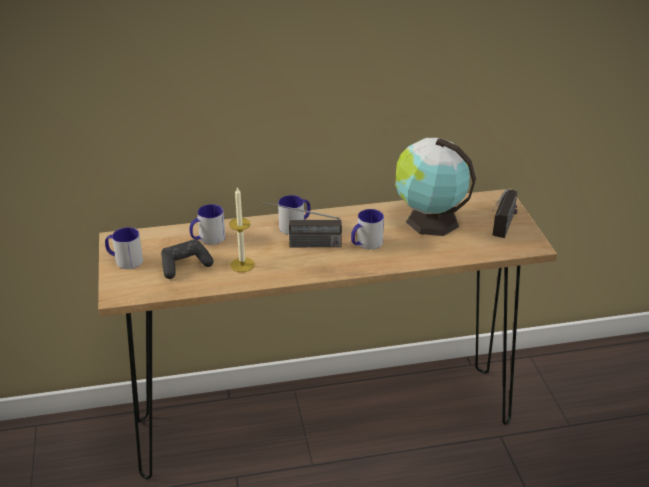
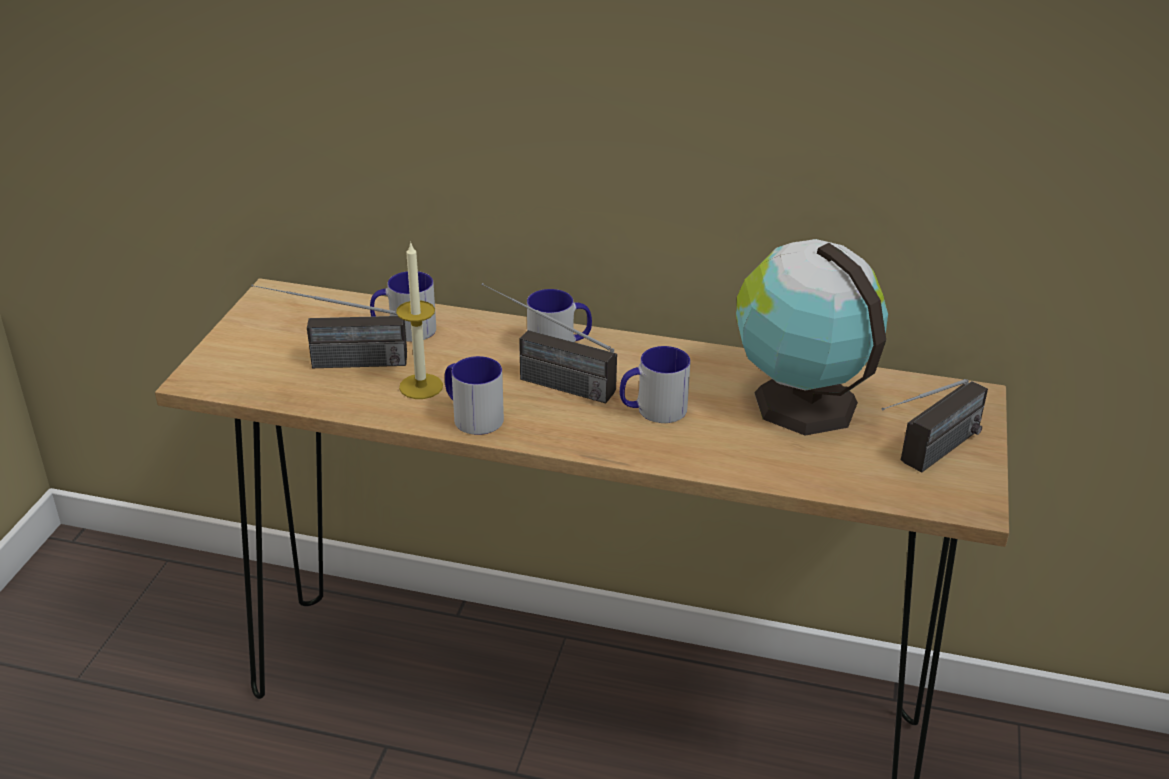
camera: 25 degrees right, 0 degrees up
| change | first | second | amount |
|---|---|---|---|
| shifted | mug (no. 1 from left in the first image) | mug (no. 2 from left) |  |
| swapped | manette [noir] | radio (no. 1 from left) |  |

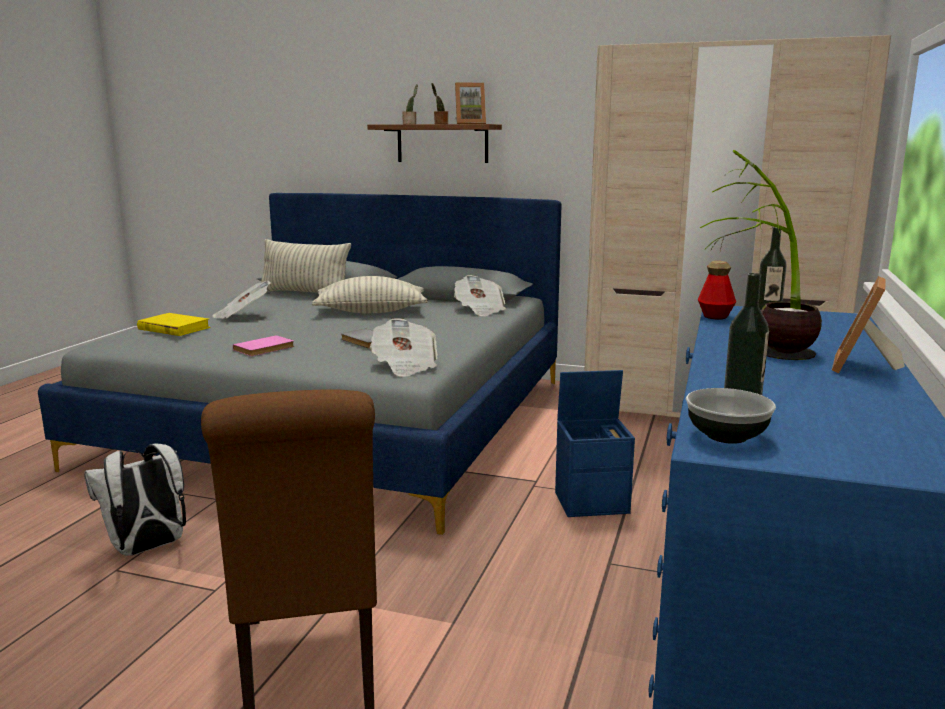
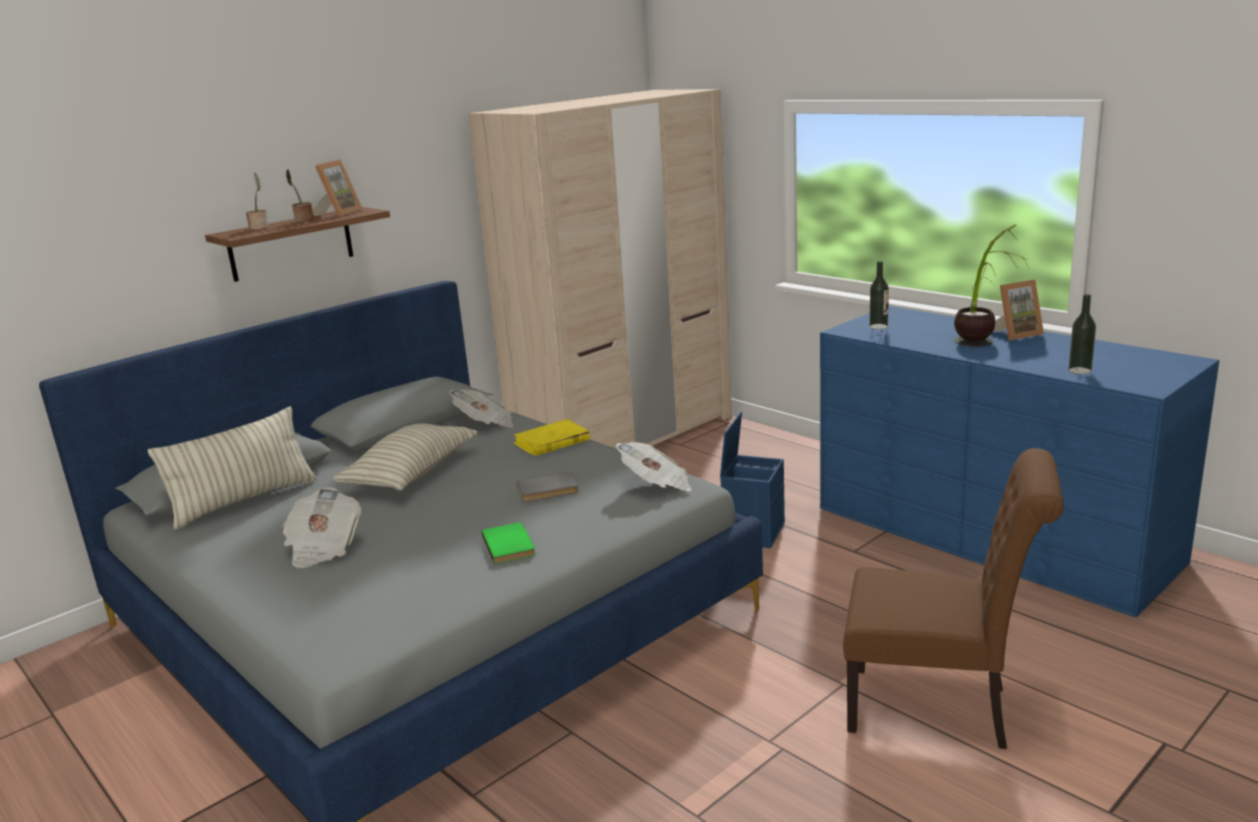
camera: 60 degrees left, 5 degrees up
| change | first | second | amount |
|---|---|---|---|
| gone | bouteille (no. 1 from left) |  |  |
| rotated | cadre photo (no. 2 from left) |  | 75 degrees counterclockwise |
| shifted | livre [jaune] |  |  |
| repainted | livre [rose] | livre [vert] |  |
| gone | bol |  |  |
| gone | sac à dos [blanc] |  |  |

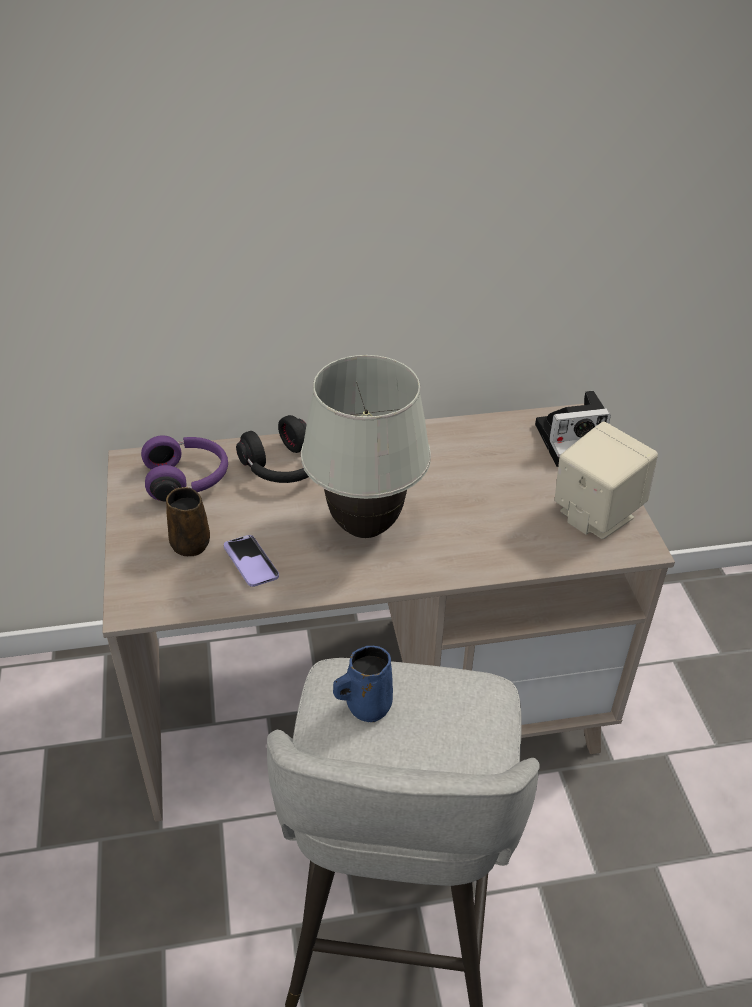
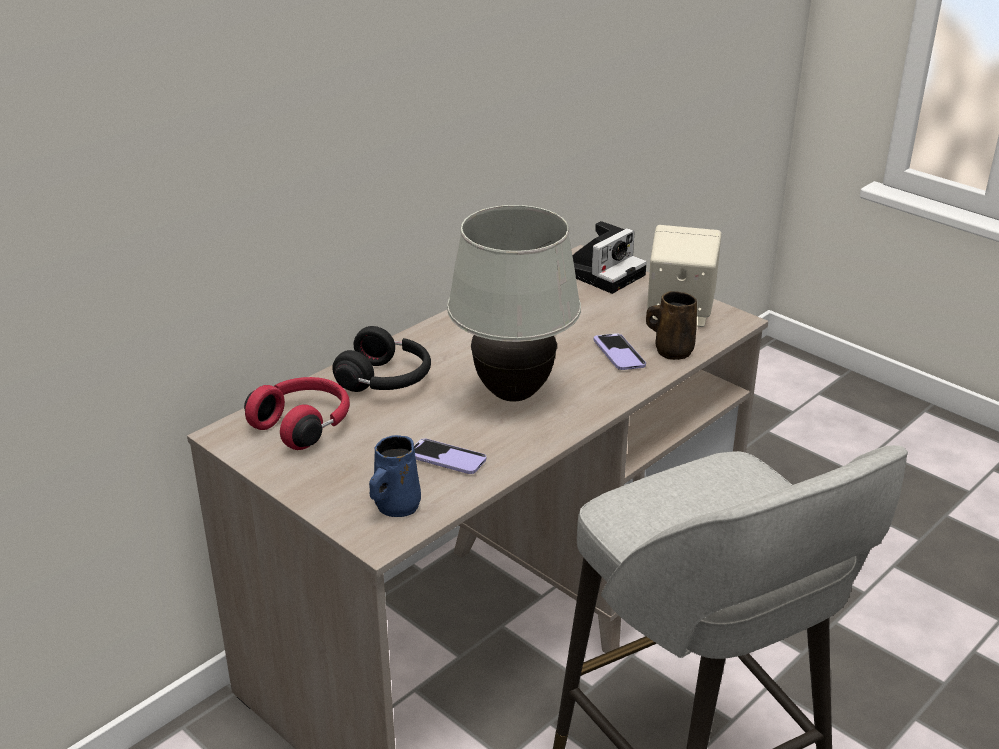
camera: 35 degrees left, 10 degrees down
| change | first | second | amount |
|---|---|---|---|
| repainted | casque audio [violet] | casque audio [rouge] |  |
| shifted | mug [marron] |  |  |
| shifted | mug [bleu] |  |  |
| new |  | téléphone (no. 2 from left) |  |

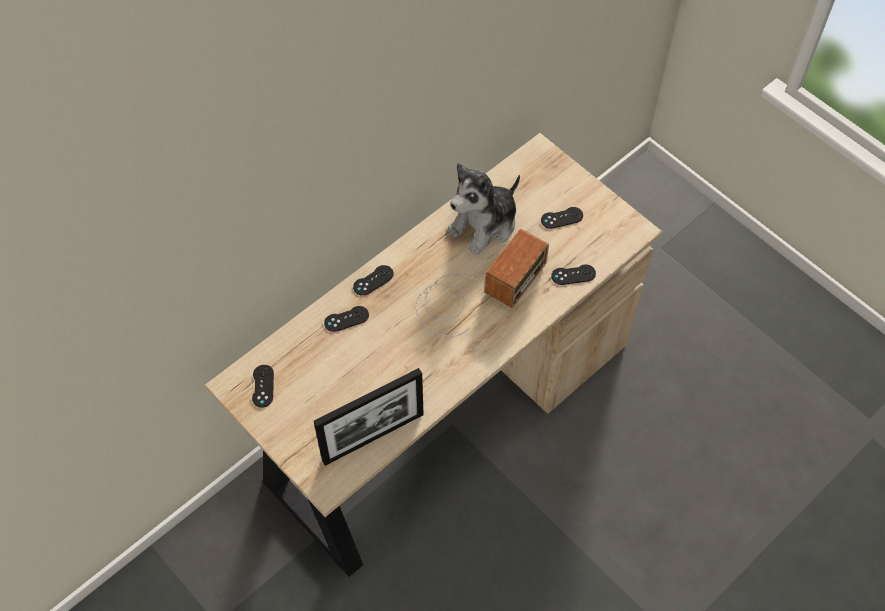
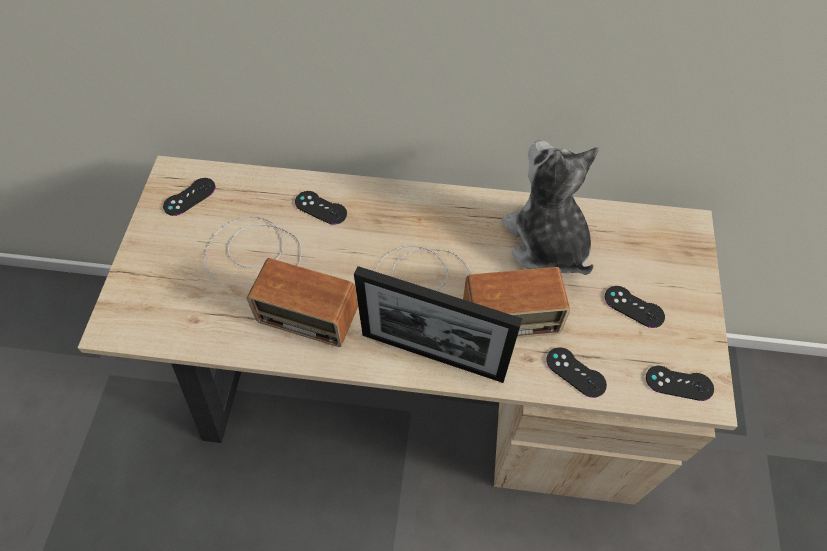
camera: 50 degrees right, 0 degrees up
| change | first | second | amount |
|---|---|---|---|
| rotated | peluche |  | 60 degrees clockwise |
| shifted | manette [noir] (no. 3 from left in the first image) | manette [noir] (no. 5 from left) |  |
| shifted | cadre photo |  |  |
| new |  | radio (no. 1 from left) |  |

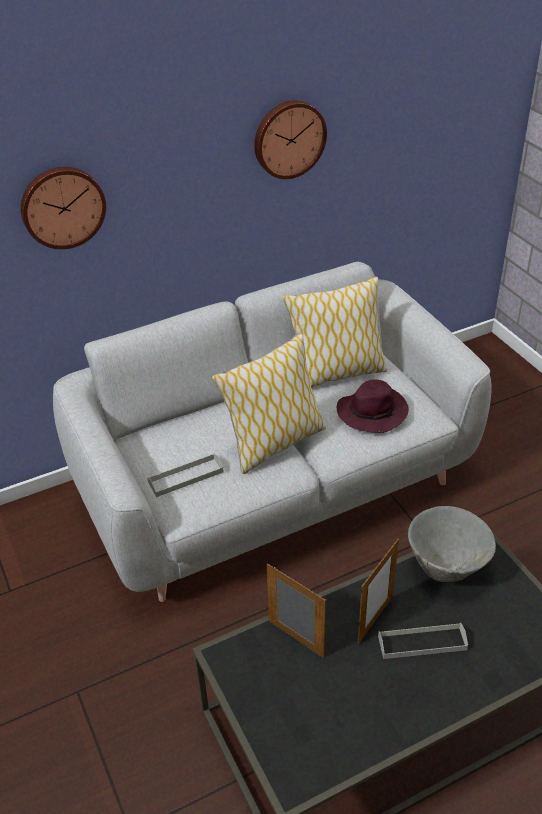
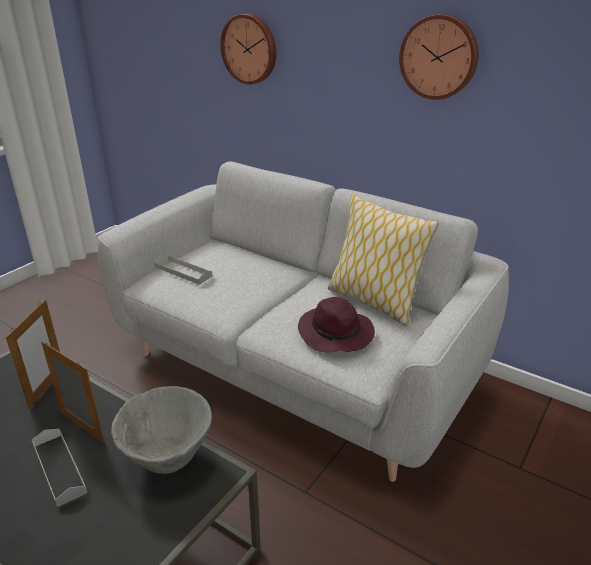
camera: 60 degrees right, 10 degrees down
| change | first | second | amount |
|---|---|---|---|
| gone | coussin (no. 1 from left) |  |  |
| rotated | cadre photo (no. 2 from left) |  | 150 degrees counterclockwise |

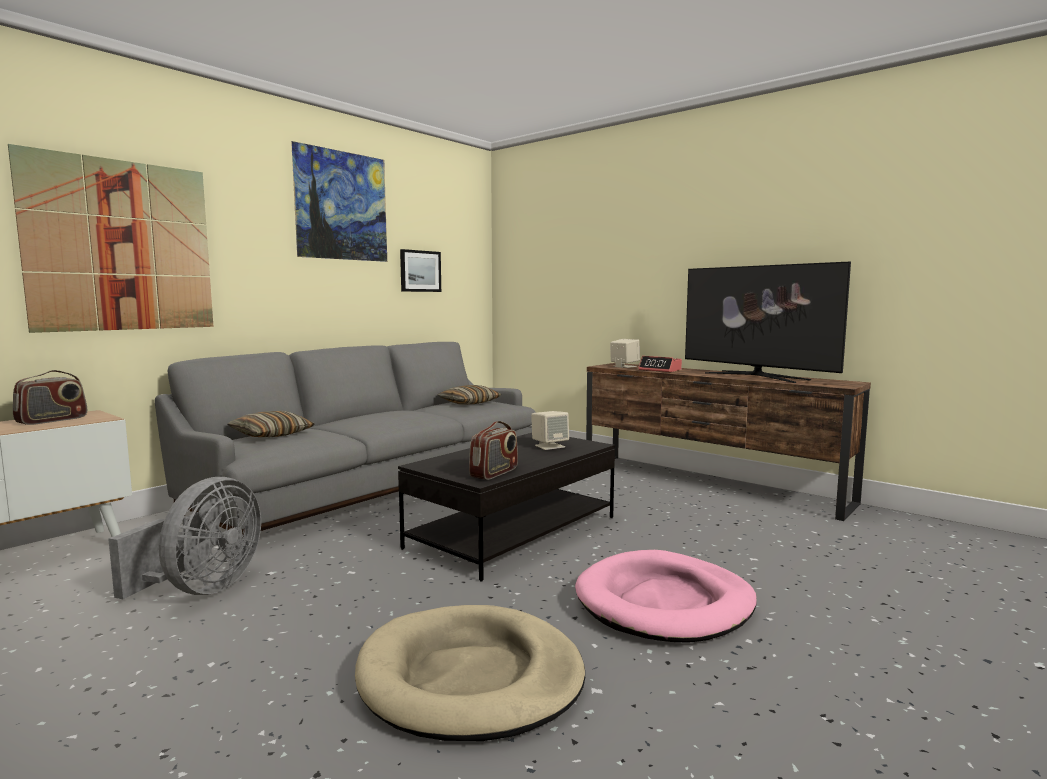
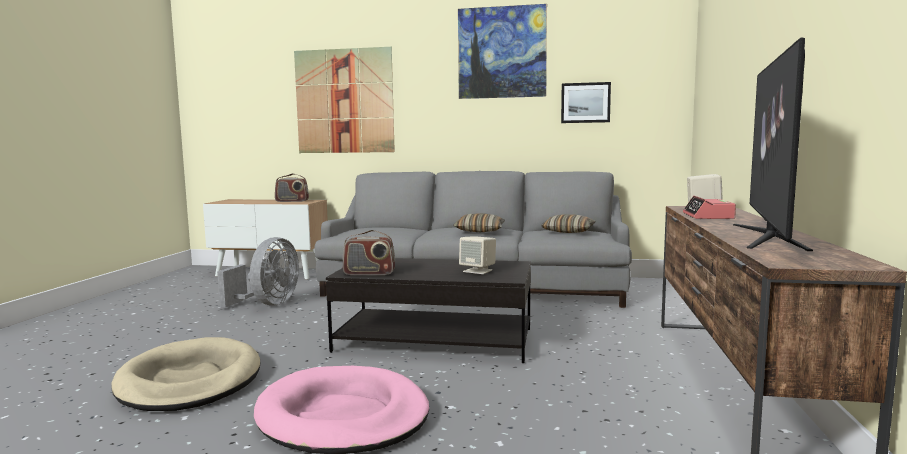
camera: 60 degrees right, 0 degrees up
| change | first | second | amount |
|---|---|---|---|
| shifted | coussin (no. 1 from left) |  |  |
| rotated | ventilateur [gris] |  | 60 degrees counterclockwise |

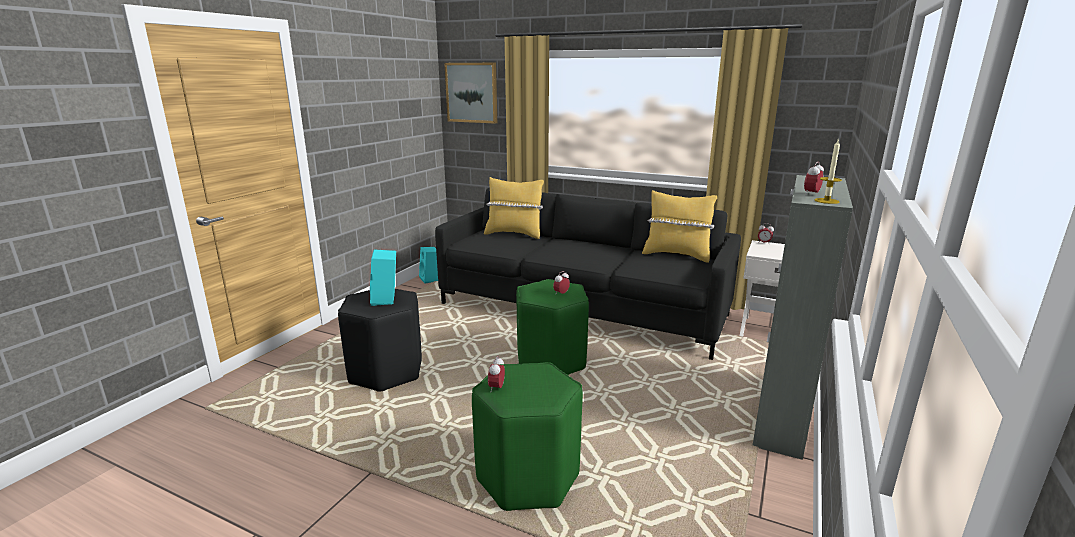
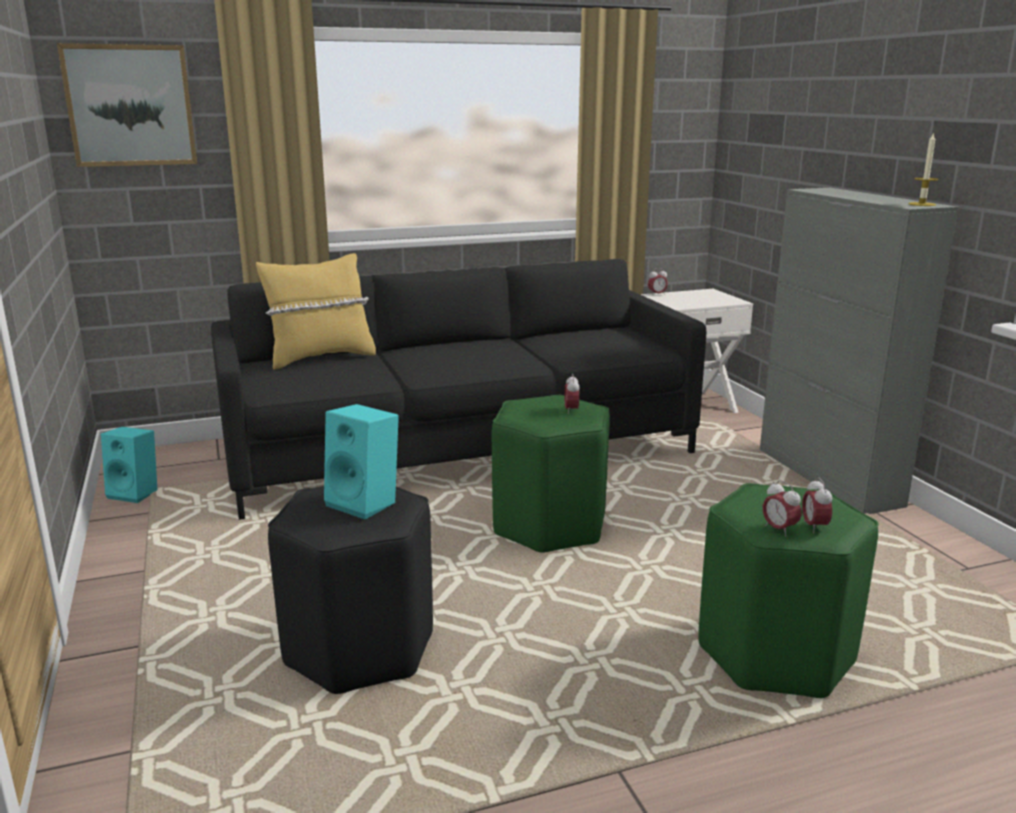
camera: 45 degrees left, 0 degrees up
| change | first | second | amount |
|---|---|---|---|
| shifted | réveil (no. 4 from left) |  |  |
| gone | coussin [jaune] (no. 2 from left) |  |  |

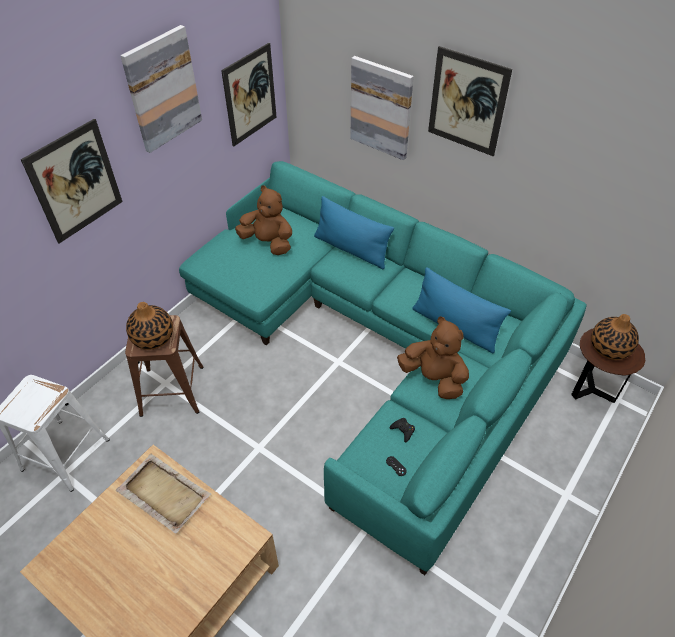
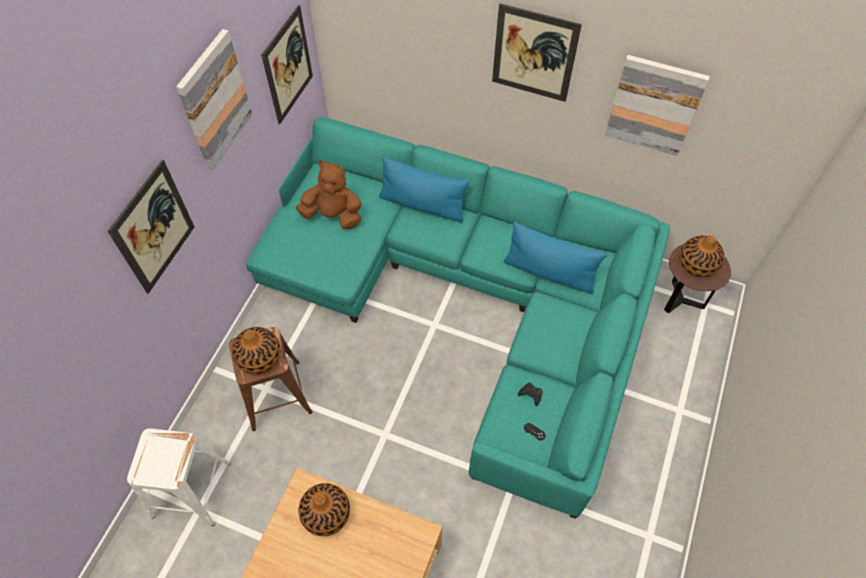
camera: 15 degrees left, 10 degrees up
| change | first | second | amount |
|---|---|---|---|
| shifted | tableau (no. 4 from left in the first image) | tableau (no. 5 from left) |  |
| gone | peluche [marron] (no. 2 from left) |  |  |
| swapped | plateau [beige] | vase (no. 2 from left) |  |

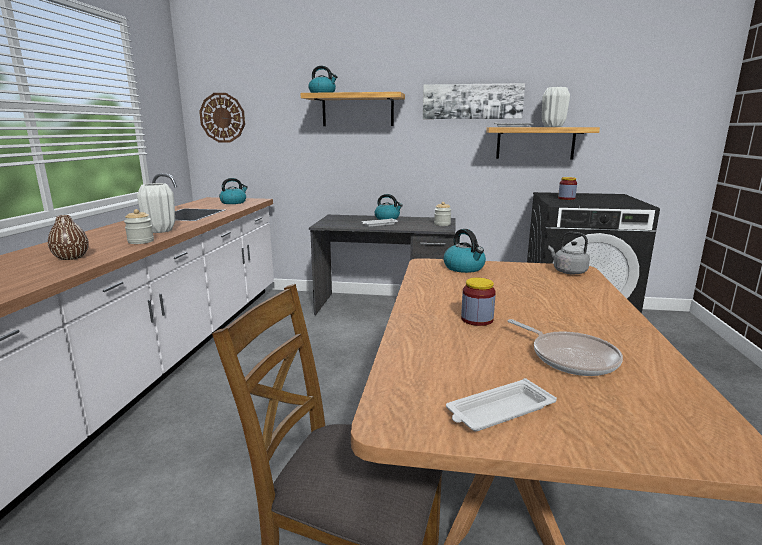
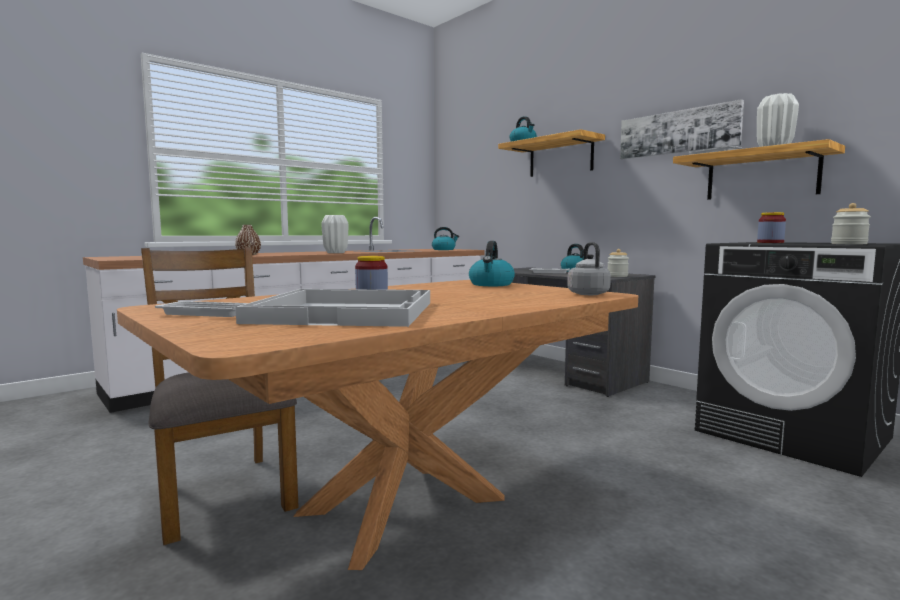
camera: 40 degrees right, 10 degrees down
| change | first | second | amount |
|---|---|---|---|
| gone | horloge murale |  |  |
| shifted | bocal (no. 1 from left in the first image) | bocal (no. 4 from left) |  |
| swapped | poêle | plateau [blanc] (no. 2 from left) |  |

